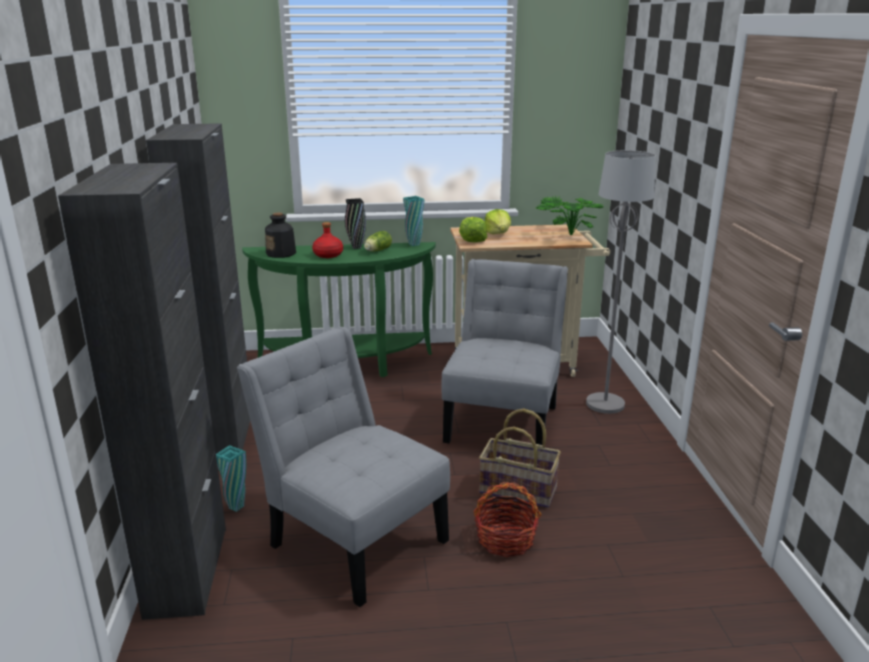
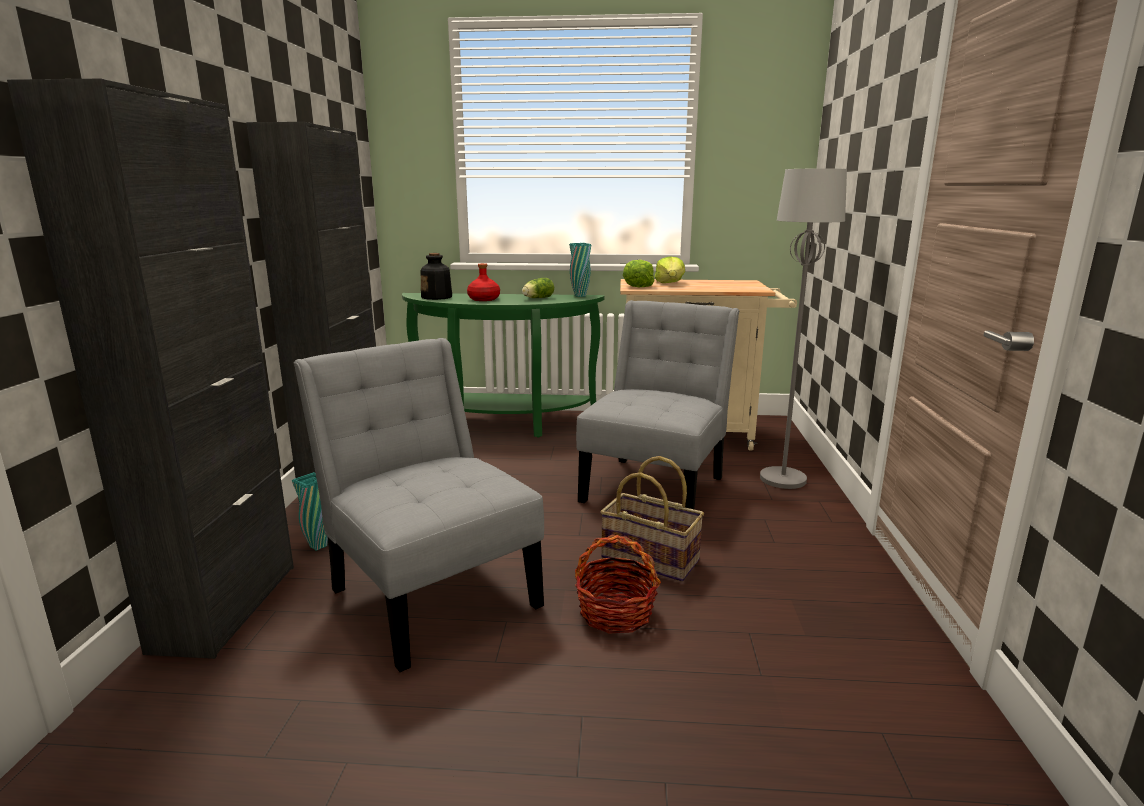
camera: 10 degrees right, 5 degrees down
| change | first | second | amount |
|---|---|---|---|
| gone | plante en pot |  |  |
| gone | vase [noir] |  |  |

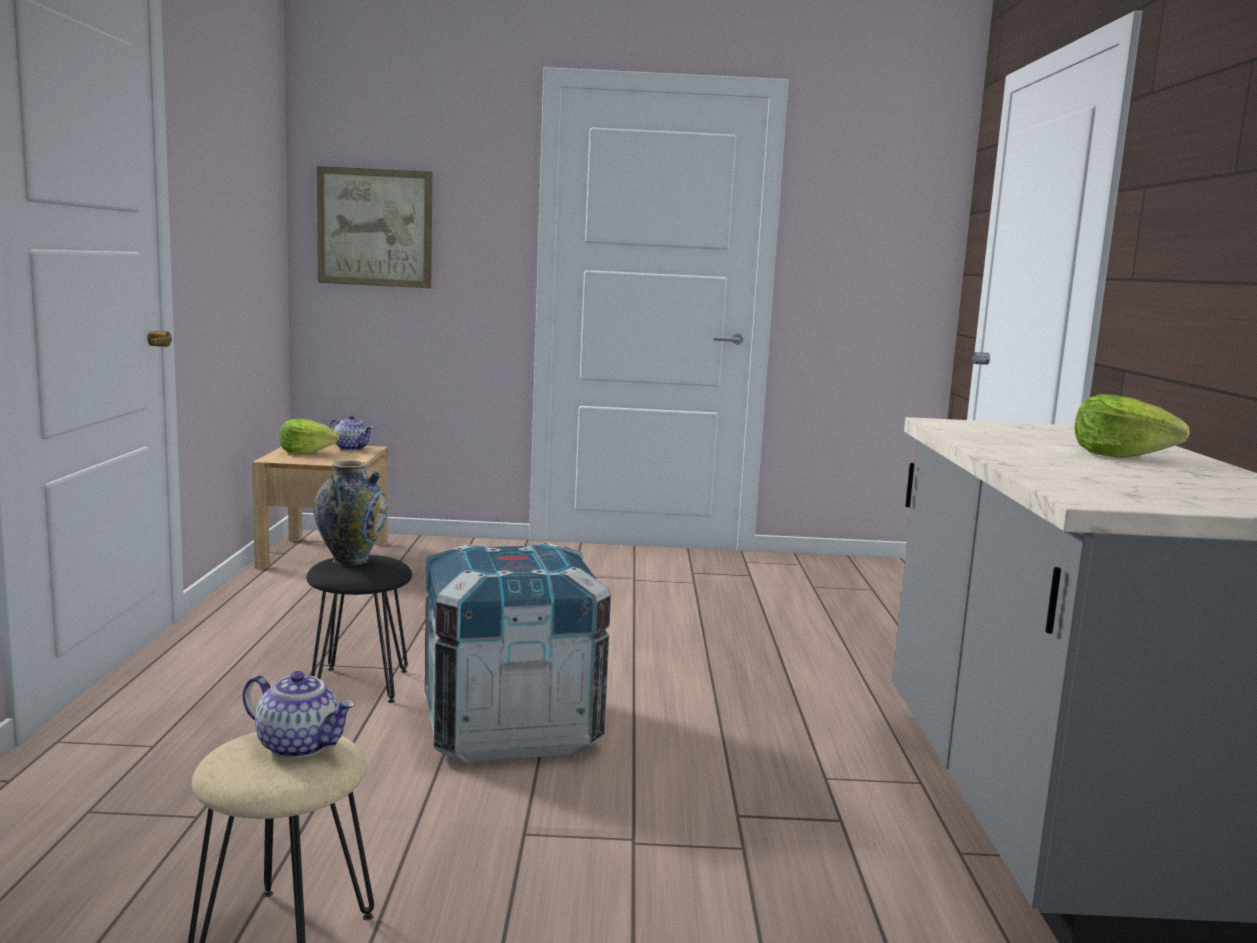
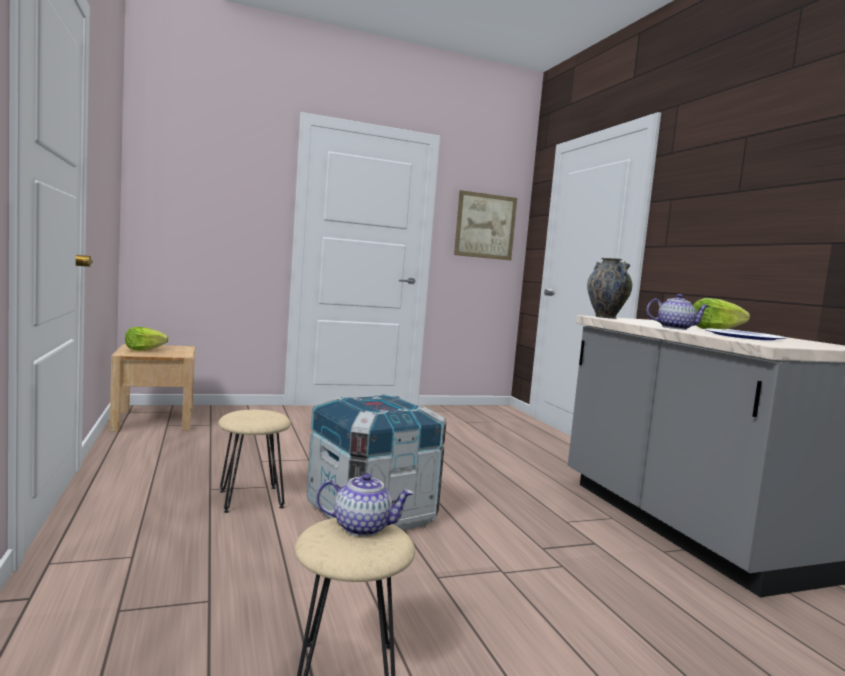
camera: 20 degrees left, 5 degrees down
| change | first | second | amount |
|---|---|---|---|
| shifted | tableau |  |  |
| shifted | théière (no. 2 from left) |  |  |
| shifted | vase |  |  |
| repainted | tabouret [noir] | tabouret [beige] (no. 1 from left) |  |
| new |  | assiette |  |

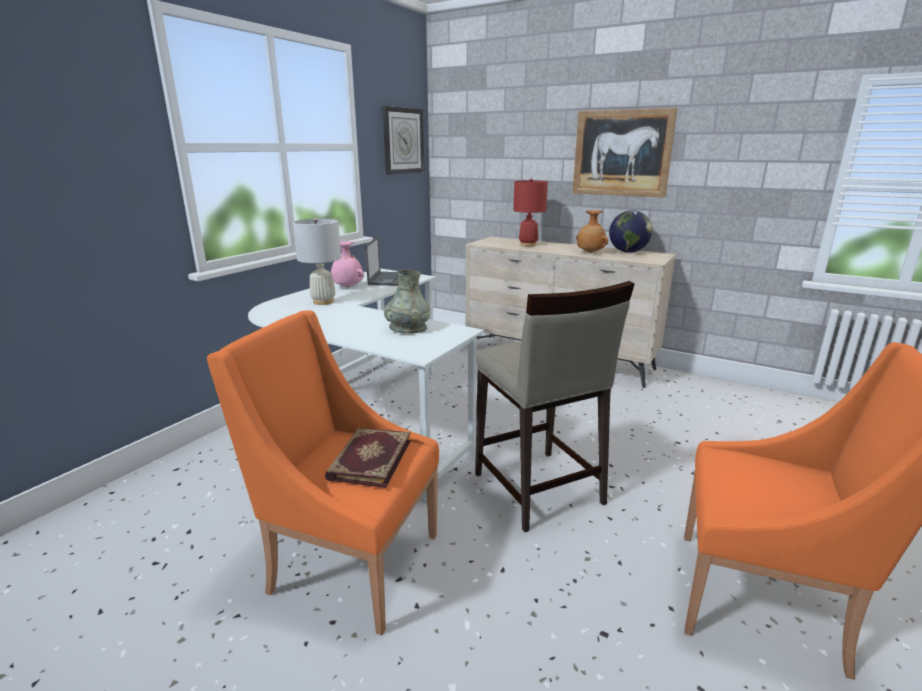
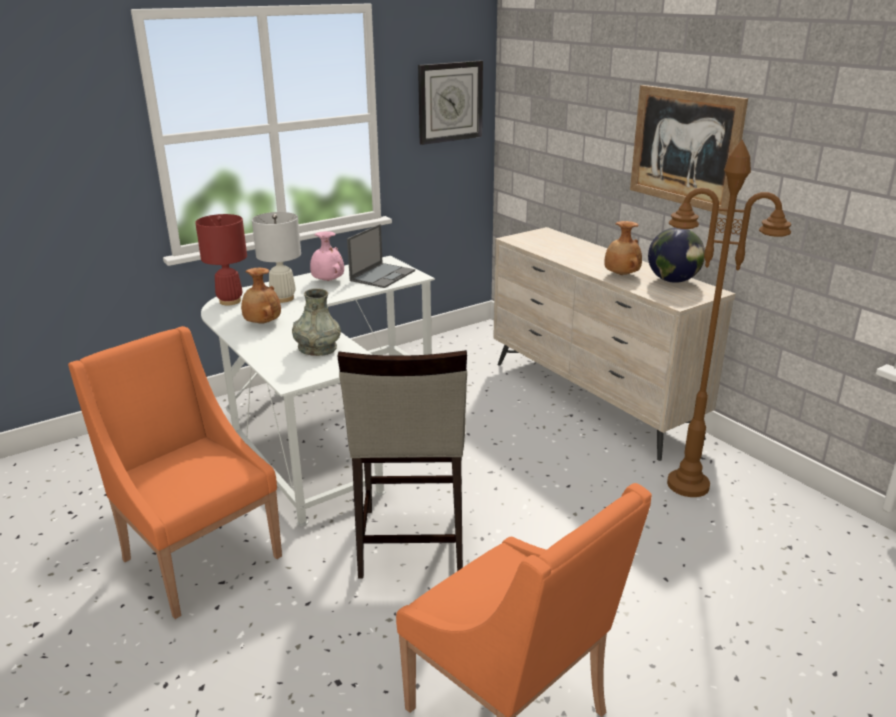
camera: 25 degrees right, 5 degrees up
| change | first | second | amount |
|---|---|---|---|
| shifted | lampe de table [rouge] |  |  |
| gone | livre |  |  |
| new |  | lampadaire [marron] |  |
| new |  | vase [marron] (no. 1 from left) |  |

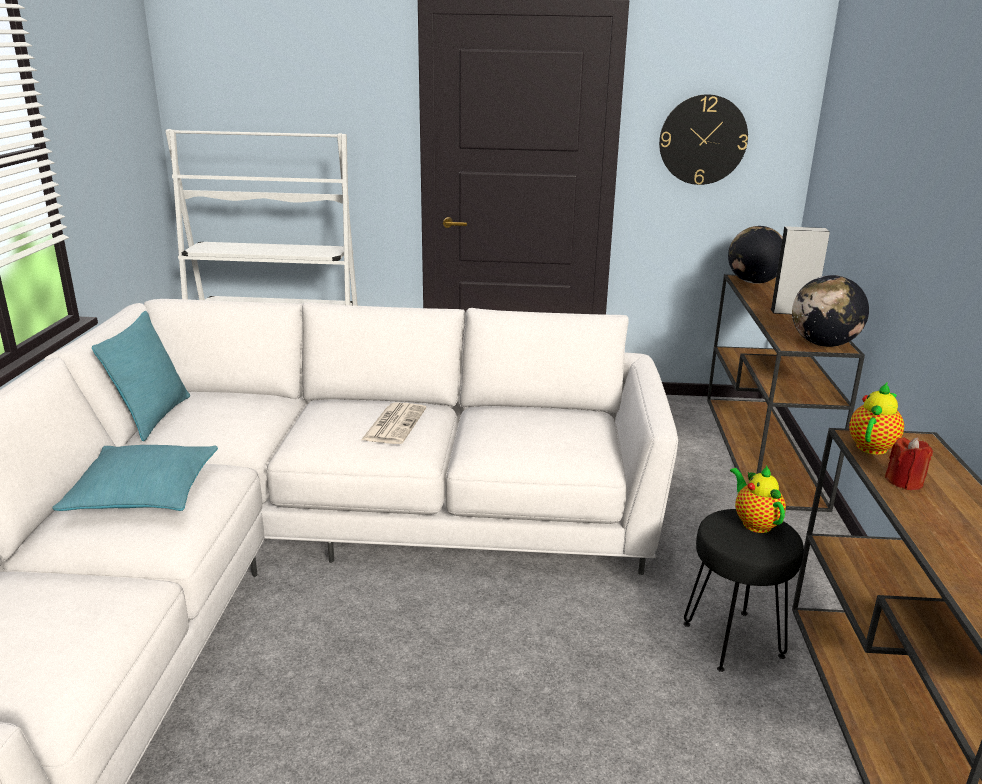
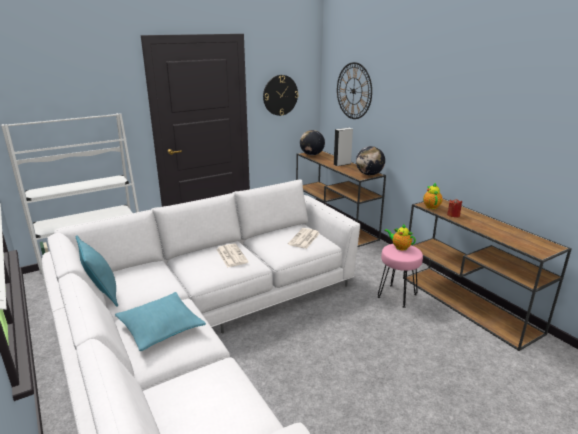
camera: 35 degrees left, 0 degrees up
| change | first | second | amount |
|---|---|---|---|
| repainted | tabouret [noir] | tabouret [rose] |  |
| new |  | horloge murale (no. 2 from left) |  |
| new |  | journal (no. 2 from left) |  |

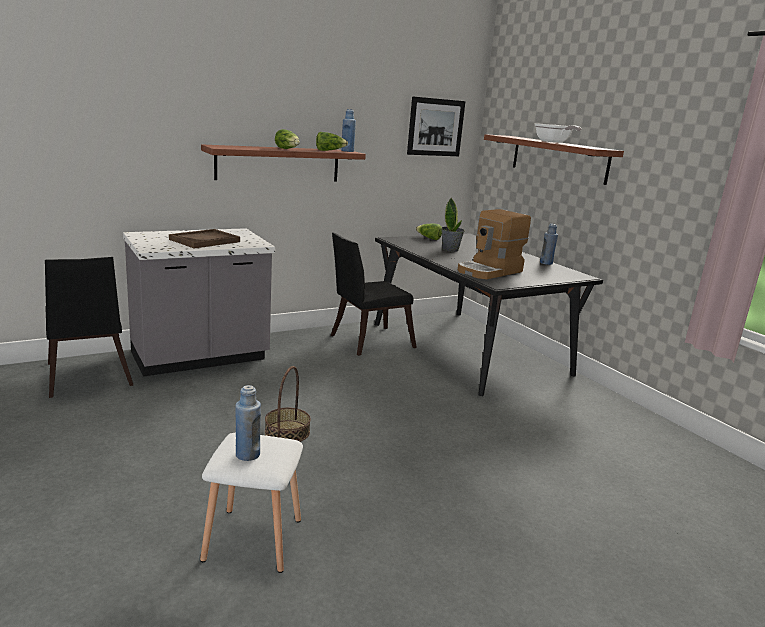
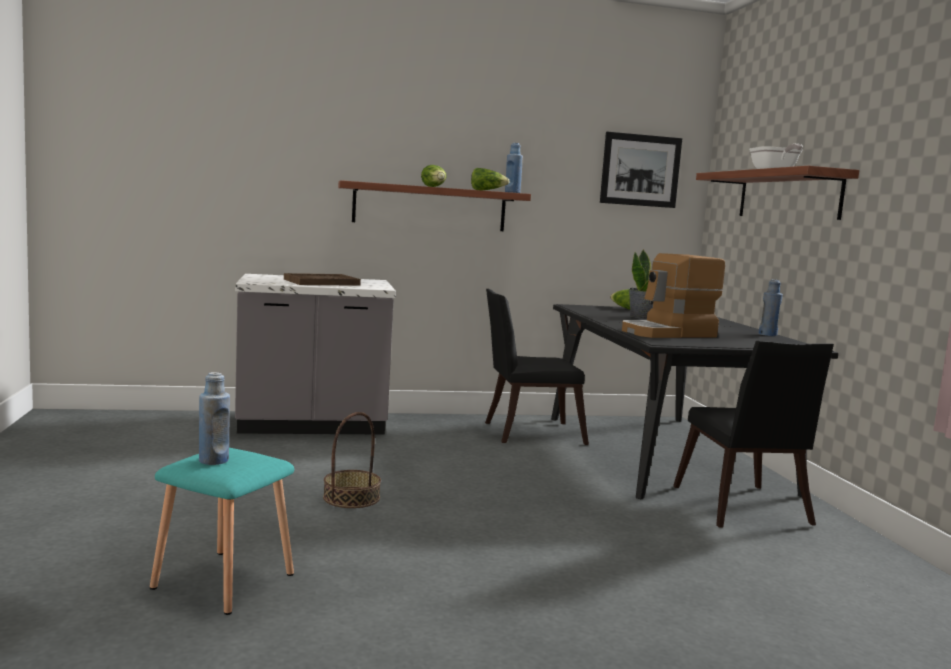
camera: 20 degrees right, 10 degrees down
| change | first | second | amount |
|---|---|---|---|
| shifted | chaise [noir] (no. 1 from left in the first image) | chaise [noir] (no. 2 from left) |  |
| repainted | tabouret [blanc] | tabouret [turquoise] |  |

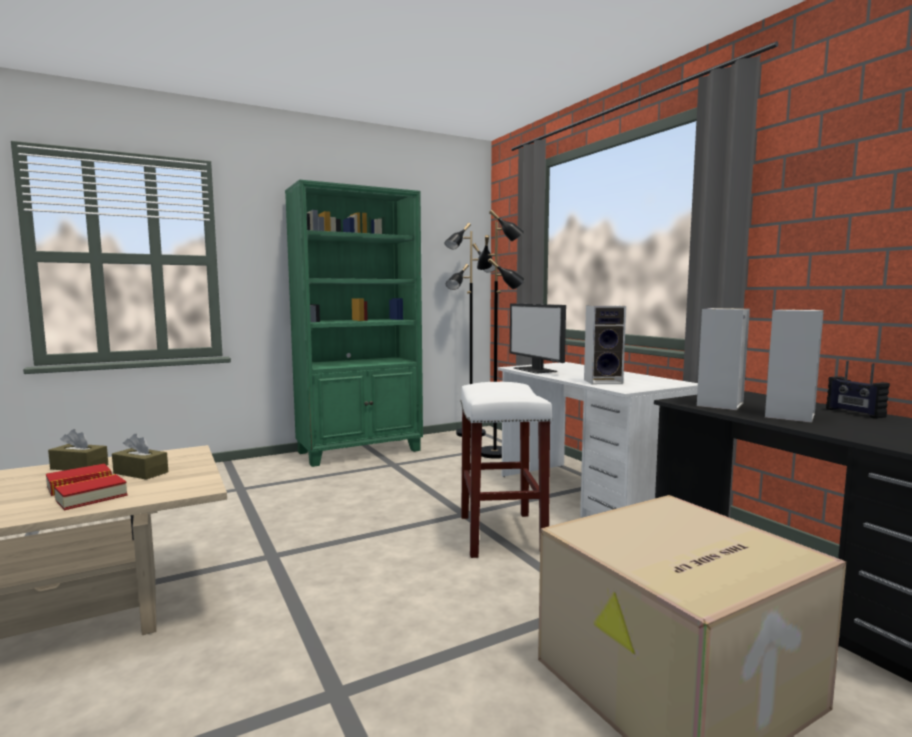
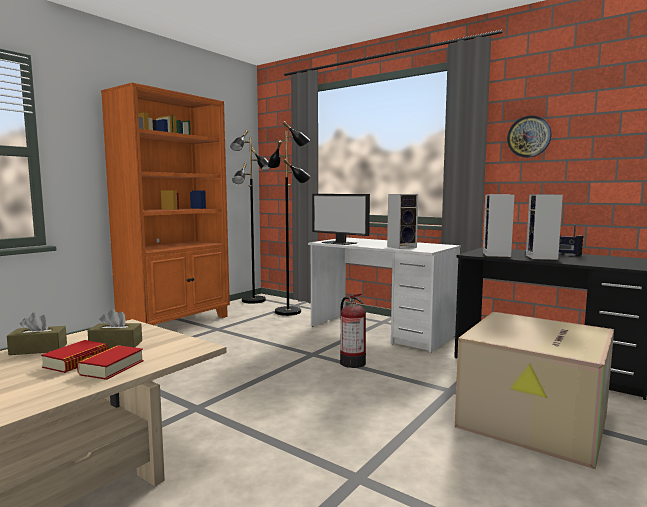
camera: 25 degrees left, 0 degrees up
| change | first | second | amount |
|---|---|---|---|
| repainted | bibliothèque [vert] | bibliothèque [orange] |  |
| swapped | tabouret [blanc] | extincteur |  |
| new |  | horloge murale |  |

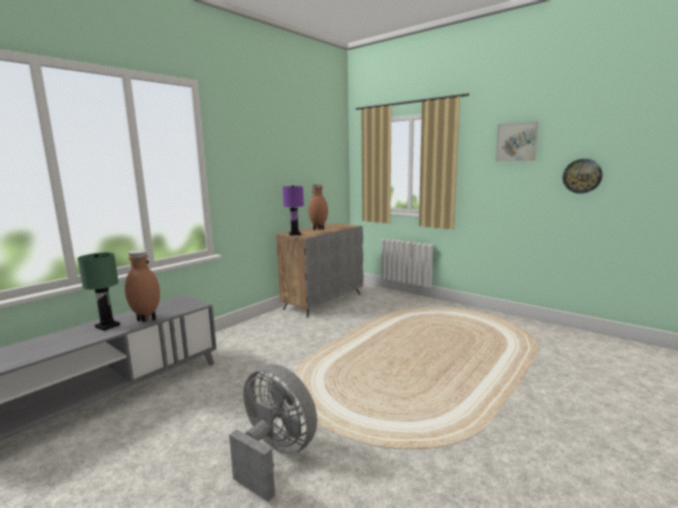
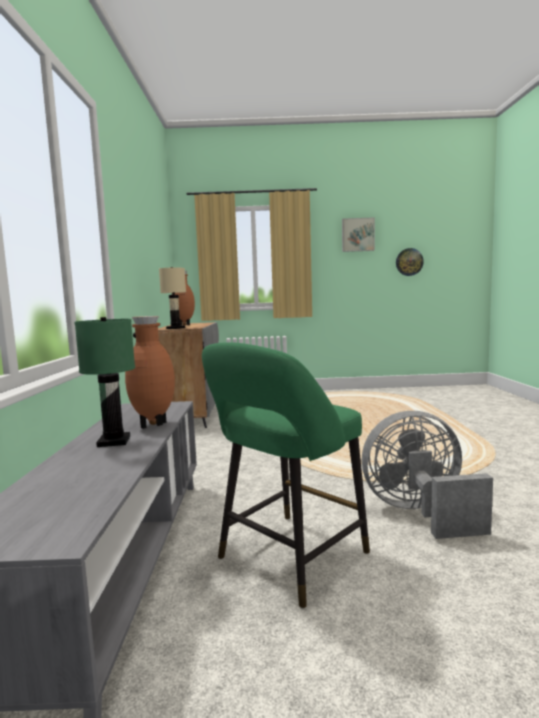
camera: 40 degrees left, 5 degrees down
| change | first | second | amount |
|---|---|---|---|
| repainted | lampe de table [violet] | lampe de table [beige] |  |
| new |  | tabouret [vert] |  |

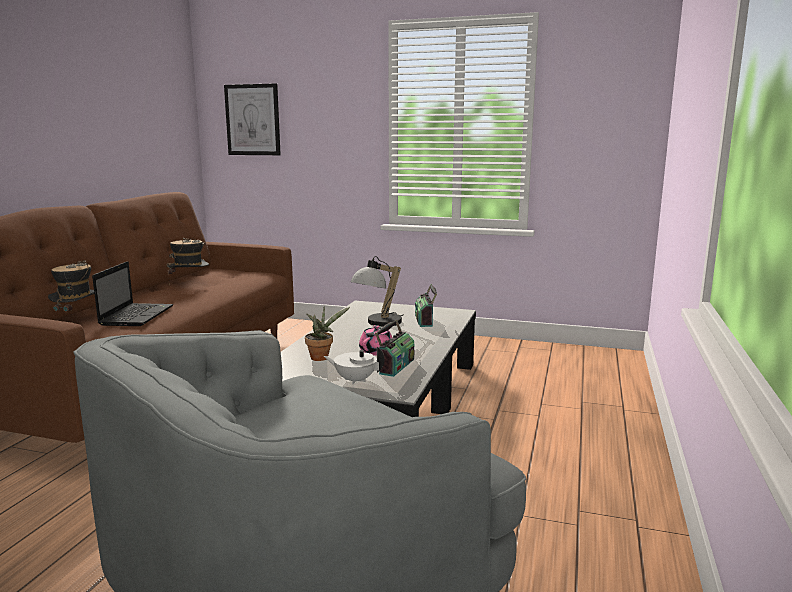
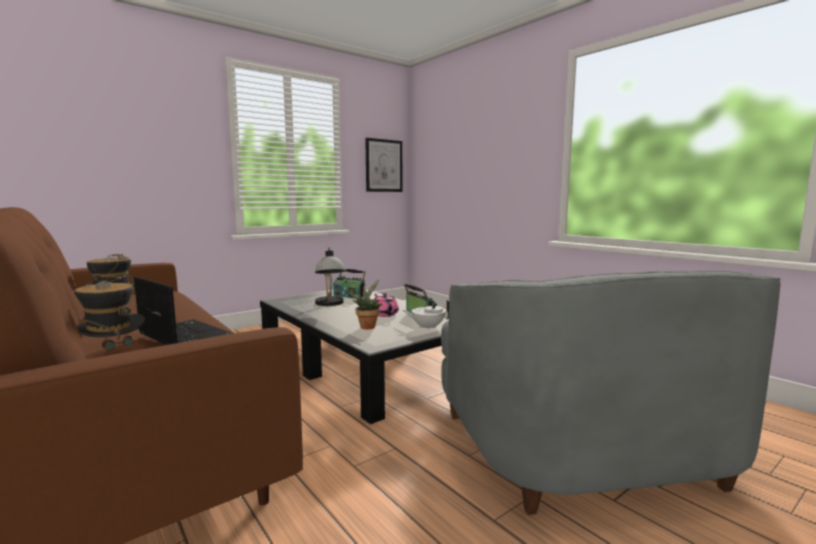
camera: 55 degrees left, 5 degrees down
| change | first | second | amount |
|---|---|---|---|
| shifted | tableau |  |  |
| rotated | théière [blanc] |  | 45 degrees clockwise |

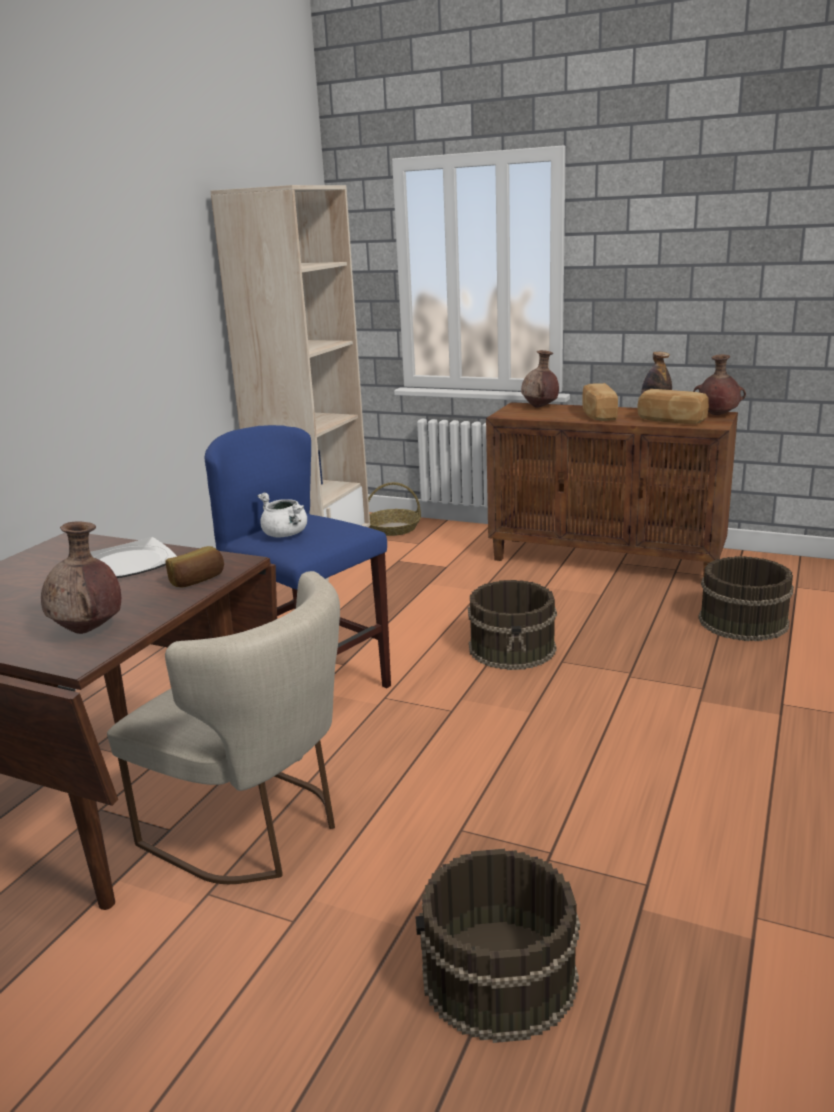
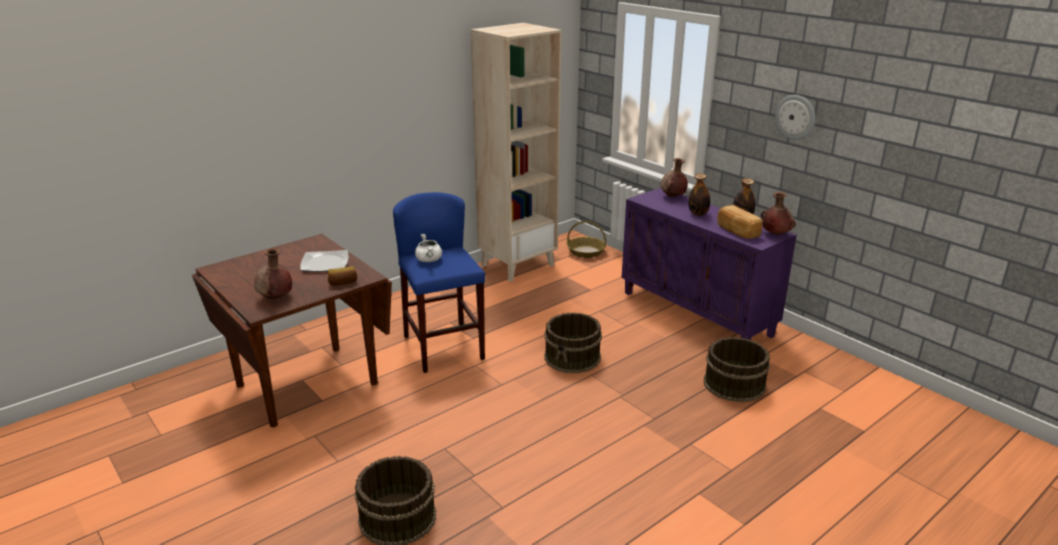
camera: 25 degrees right, 5 degrees up
| change | first | second | amount |
|---|---|---|---|
| swapped | pain (no. 2 from left) | bouteille (no. 1 from left) |  |
| repainted | meuble de rangement [marron] | meuble de rangement [violet] |  |
| gone | chaise [beige] |  |  |
| new |  | horloge murale |  |

